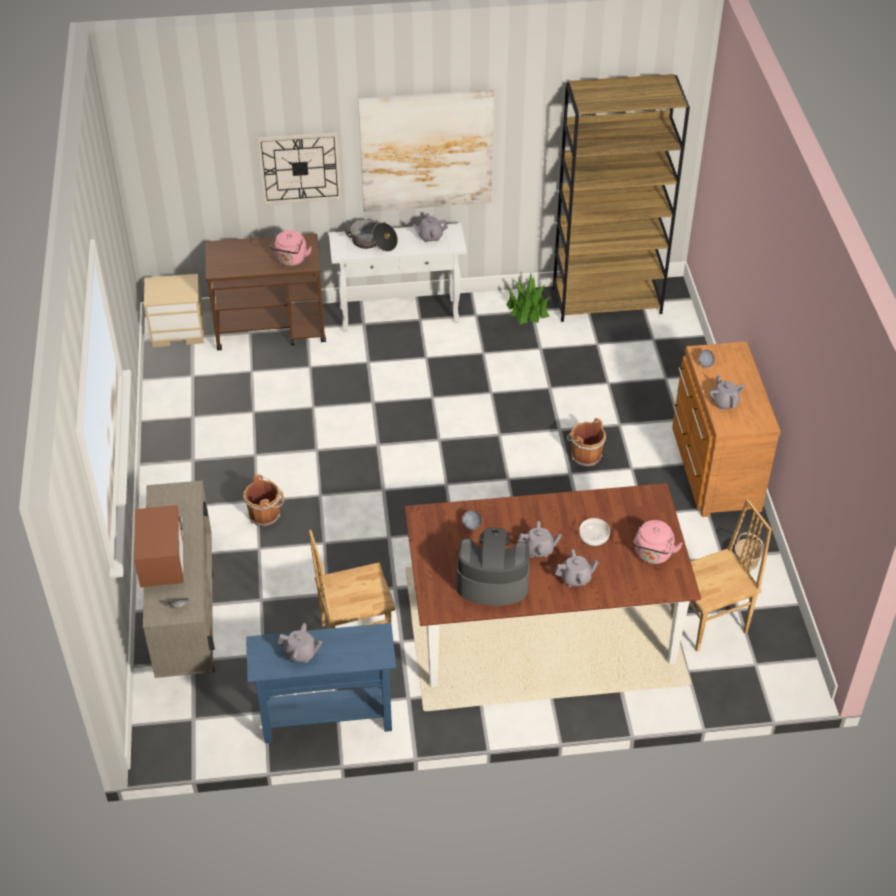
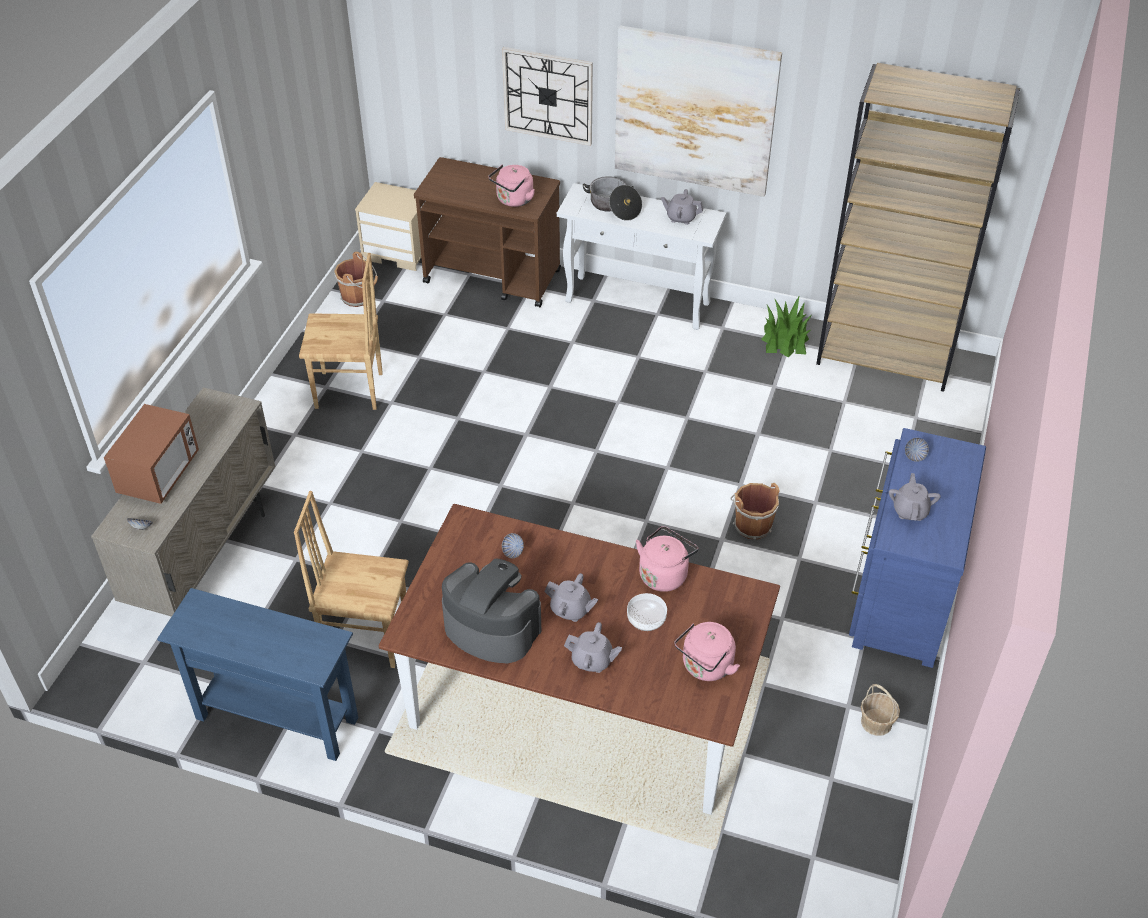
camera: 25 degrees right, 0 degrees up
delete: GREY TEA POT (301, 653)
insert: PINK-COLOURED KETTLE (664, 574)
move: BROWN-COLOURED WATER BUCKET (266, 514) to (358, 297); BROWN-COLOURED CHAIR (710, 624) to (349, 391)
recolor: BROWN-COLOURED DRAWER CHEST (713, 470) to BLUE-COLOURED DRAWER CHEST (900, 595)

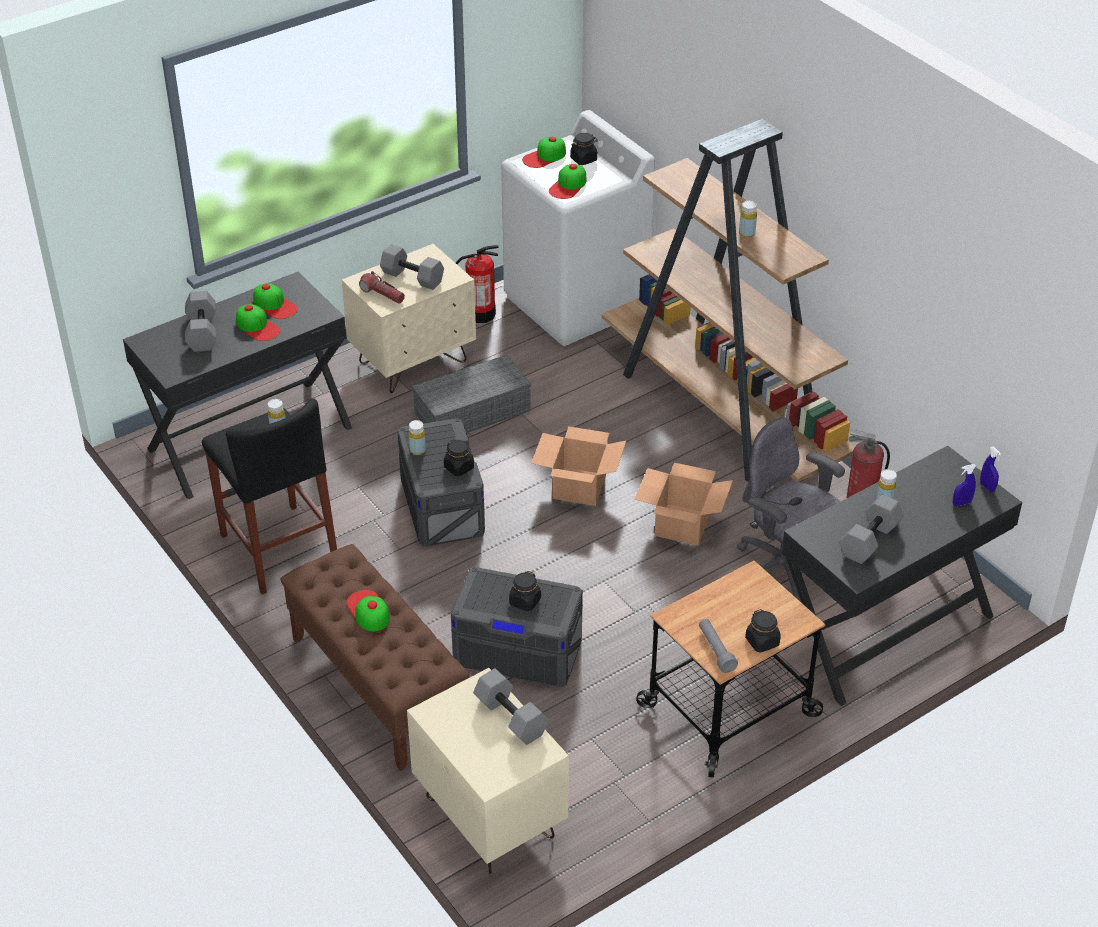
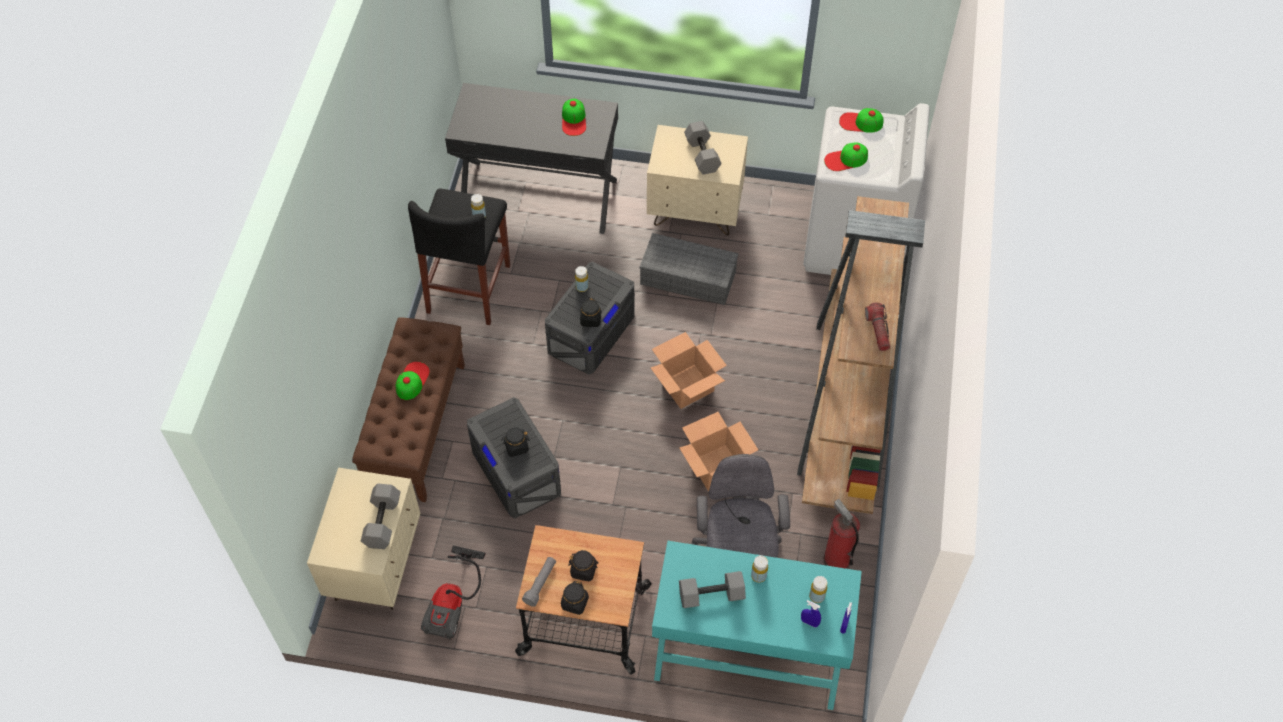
camera: 45 degrees right, 15 degrees up
delete: GREY DUMBBELL (201, 331); CAP (257, 326); FIRE EXTINGUISHER (480, 314)
insert: VACUUM CLEANER (454, 603)
move: HAND TORCH (382, 294) to (878, 330); BLACKISH PRESERVE JAR (583, 159) to (584, 570); YELLOW-COLOURED BOTTLE (747, 233) to (816, 596)
recolor: BLACKISH DESK TABLE (885, 630) to TURQUOISE-COLOURED DESK TABLE (748, 655)

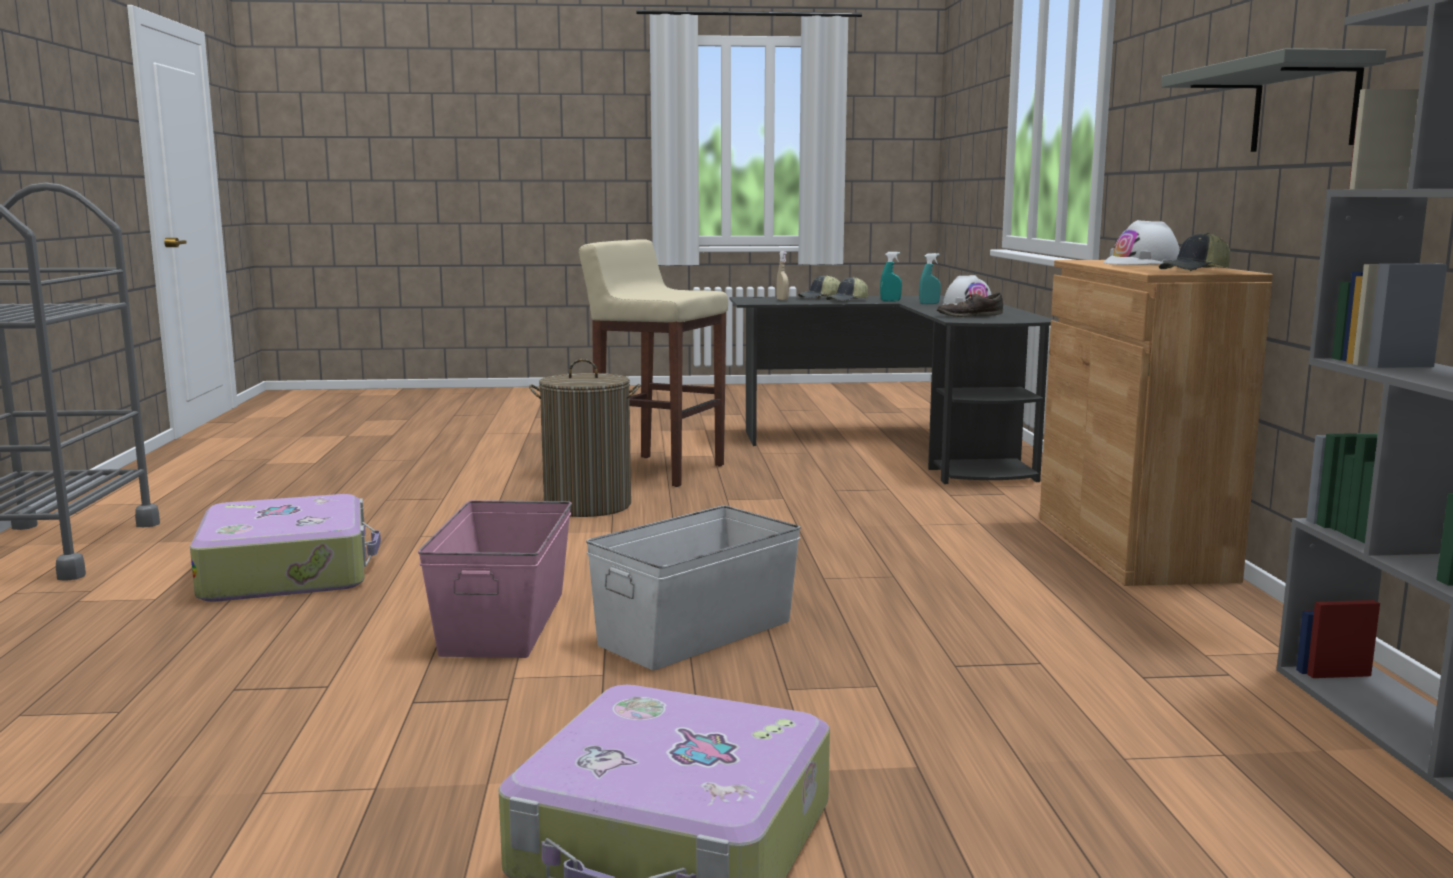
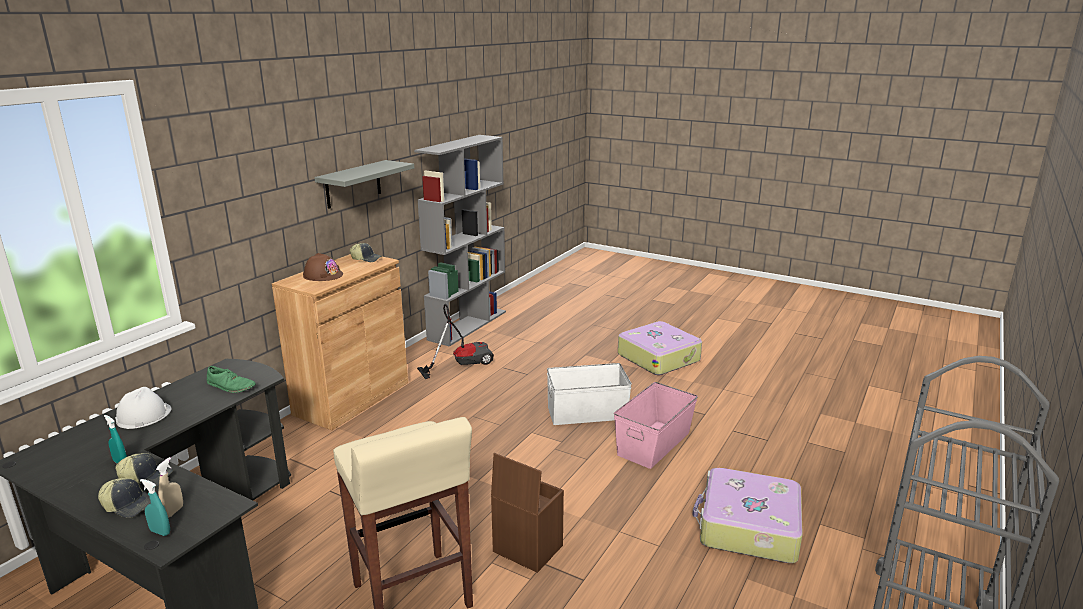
camera: 145 degrees left, 10 degrees up
insert: VACUUM CLEANER (461, 363)
move: TURQUOISE-COLOURED SPRAYER (929, 304) to (160, 532)
replace: HAMPER (588, 505) to BROWN-COLOURED STORAGE BIN (526, 549)
recolor: BROWN-COLOURED ITEM OF FOOTWEAR (969, 316) to GREENISH ITEM OF FOOTWEAR (231, 386); WHITE WORK HELMET (1142, 263) to BROWN-COLOURED WORK HELMET (323, 275)

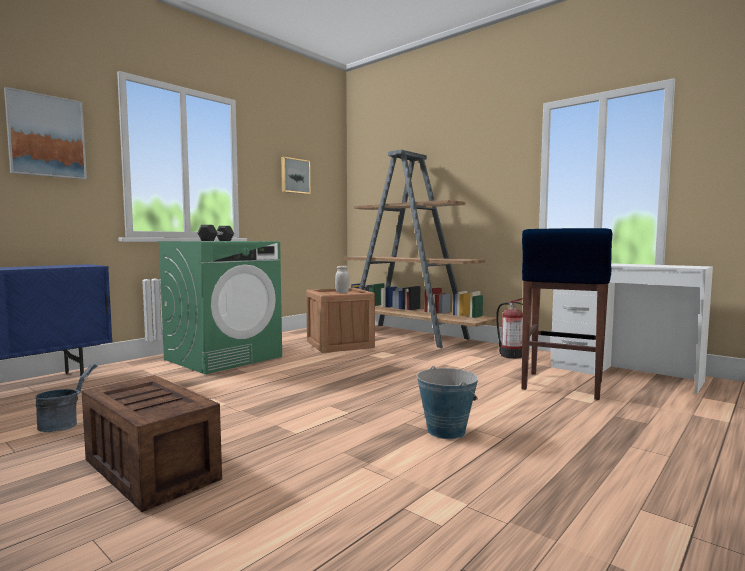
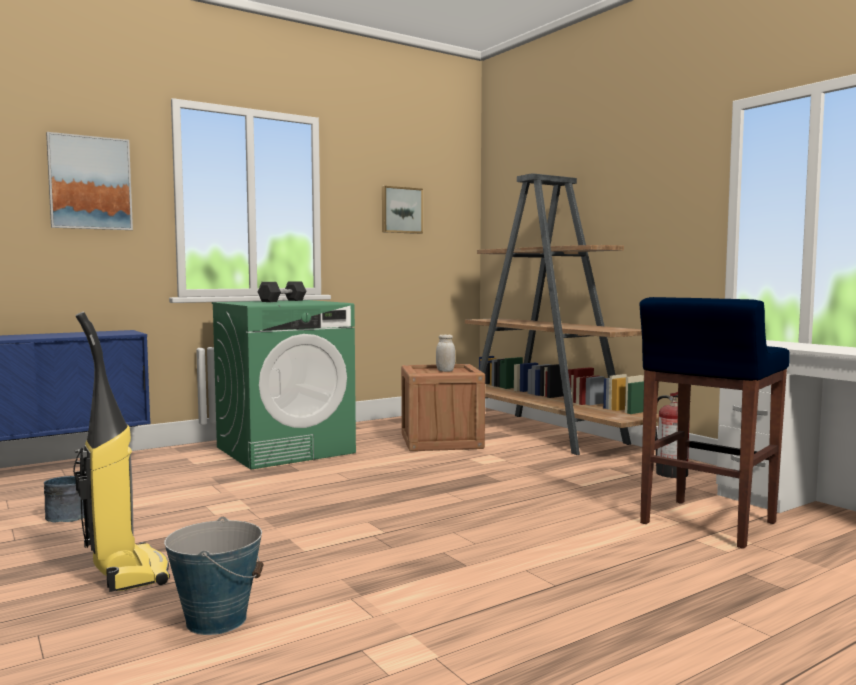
camera: 15 degrees right, 0 degrees up
move: WATER BUCKET (446, 431) to (216, 620)
replace: CRATE (149, 468) to VACUUM CLEANER (127, 572)

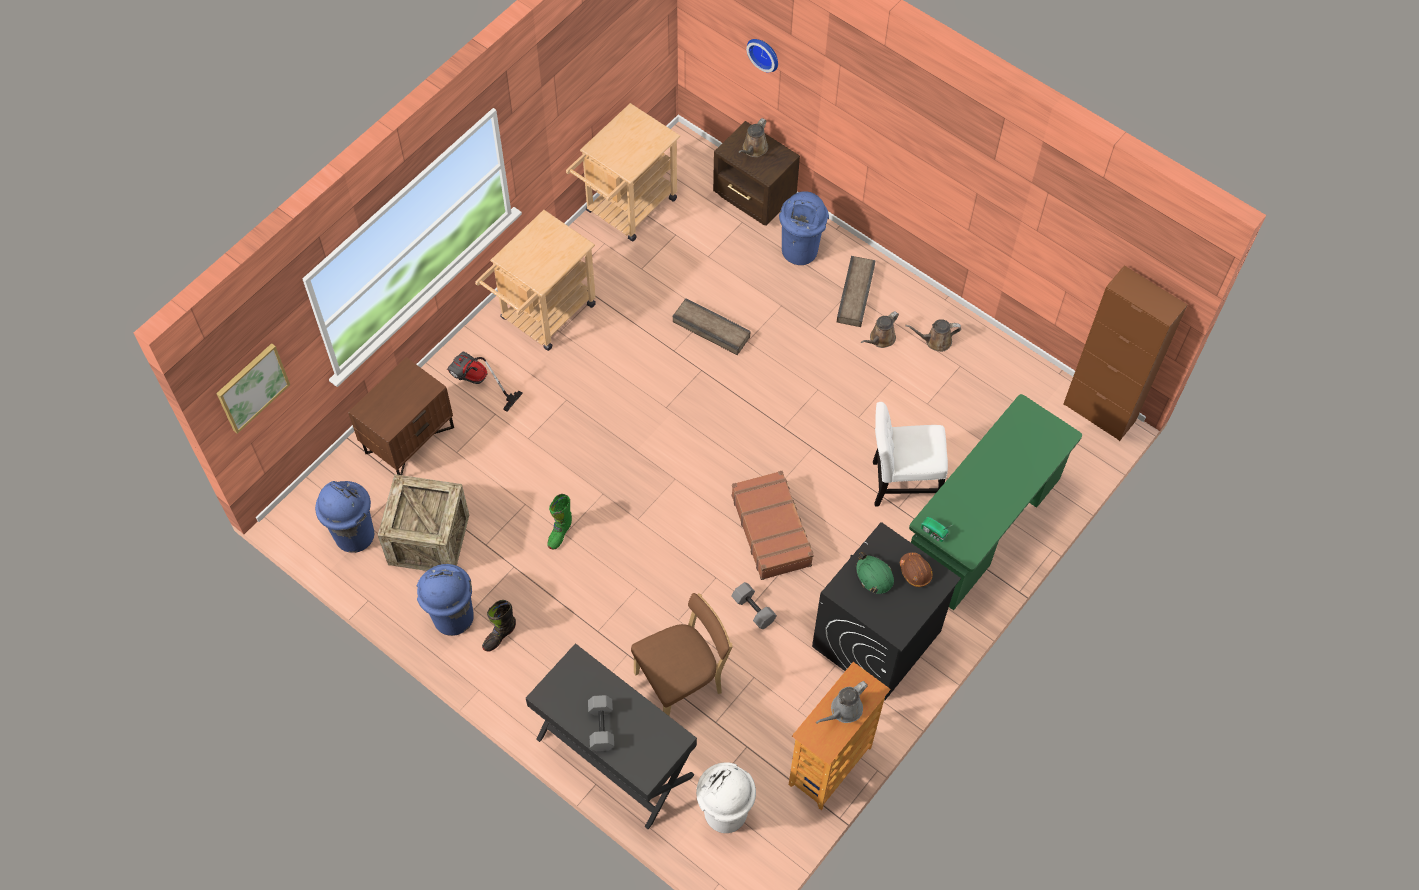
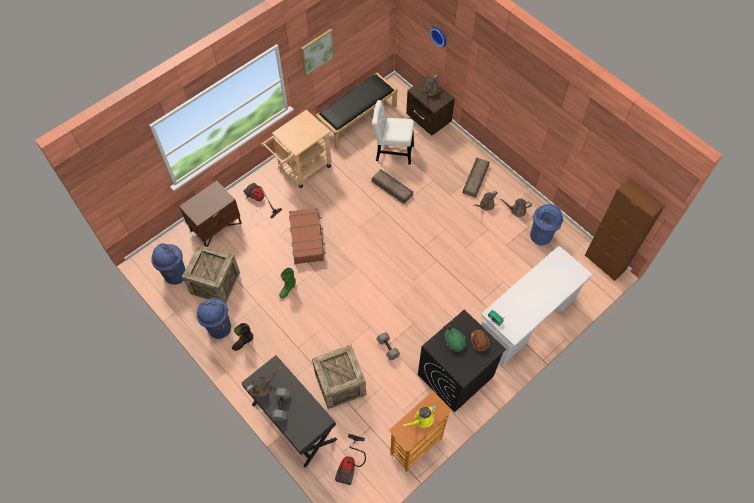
camera: 10 degrees right, 0 degrees up
insert: BROWN-COLOURED WATERING POT (262, 387)
move: WALL PICTURE (252, 387) to (317, 51); BROWN-COLOURED SUITCASE (772, 530) to (307, 239); BLUE-COLOURED TRASH CAN (800, 251) to (541, 236); WHITE CHAIR (902, 483) to (392, 152)
replace: SAND-COLOURED WHEELED CART (626, 210) to BLACKISH LONG SEAT (357, 118); BROWN-COLOURED CHAIR (682, 681) to CRATE (340, 384); WHITE TRASH CAN (724, 813) to VACUUM CLEANER (350, 465)
recolor: GREY WATERING POT (844, 710) to YELLOW-COLOURED WATERING POT (422, 419); GREENISH DESK TABLE (982, 527) to WHITE DESK TABLE (527, 319)

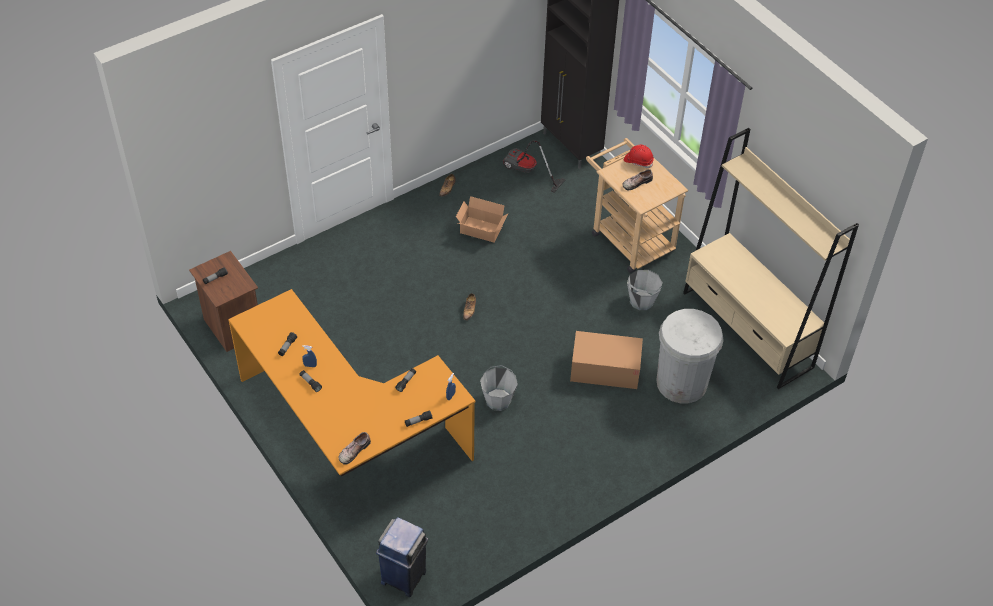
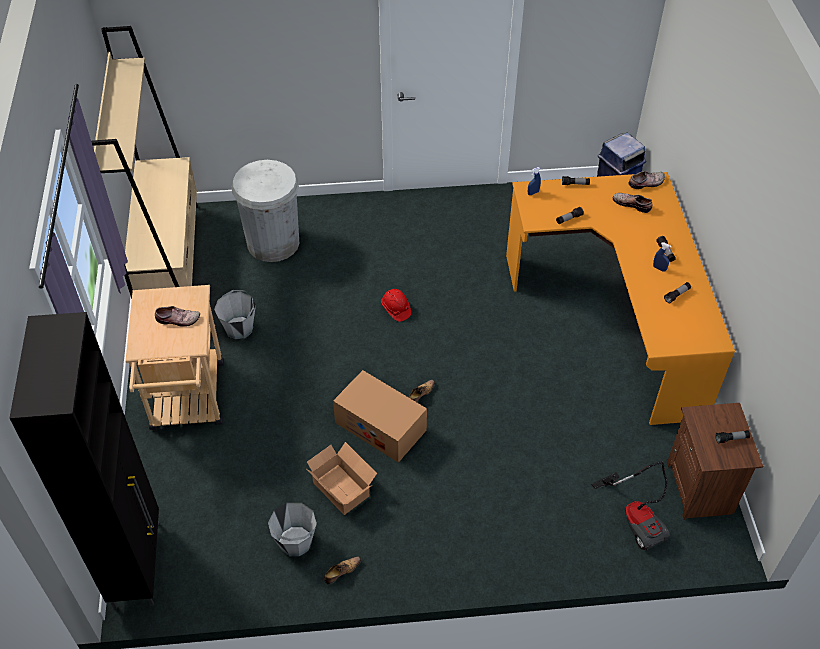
camera: 150 degrees left, 0 degrees up
insert: ITEM OF FOOTWEAR (632, 204)
move: GREY WATER BUCKET (498, 400) to (295, 542); VACUUM CLEANER (526, 172) to (637, 518); PACKING BOX (605, 369) to (380, 426); REDDISH WORK HELMET (638, 161) to (396, 309)

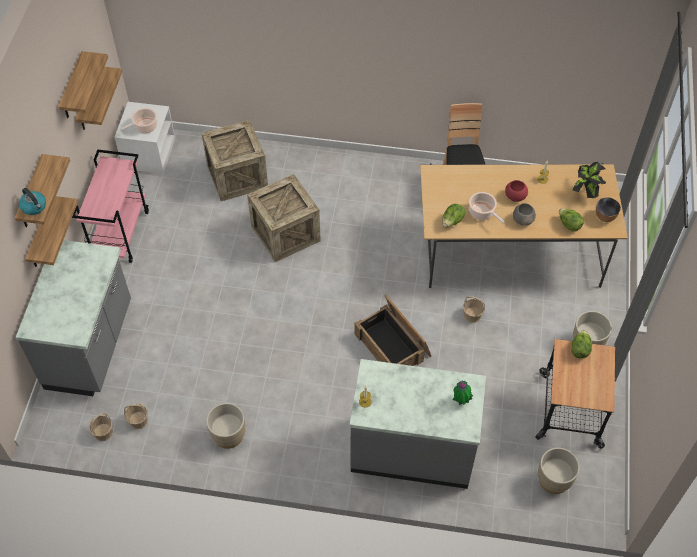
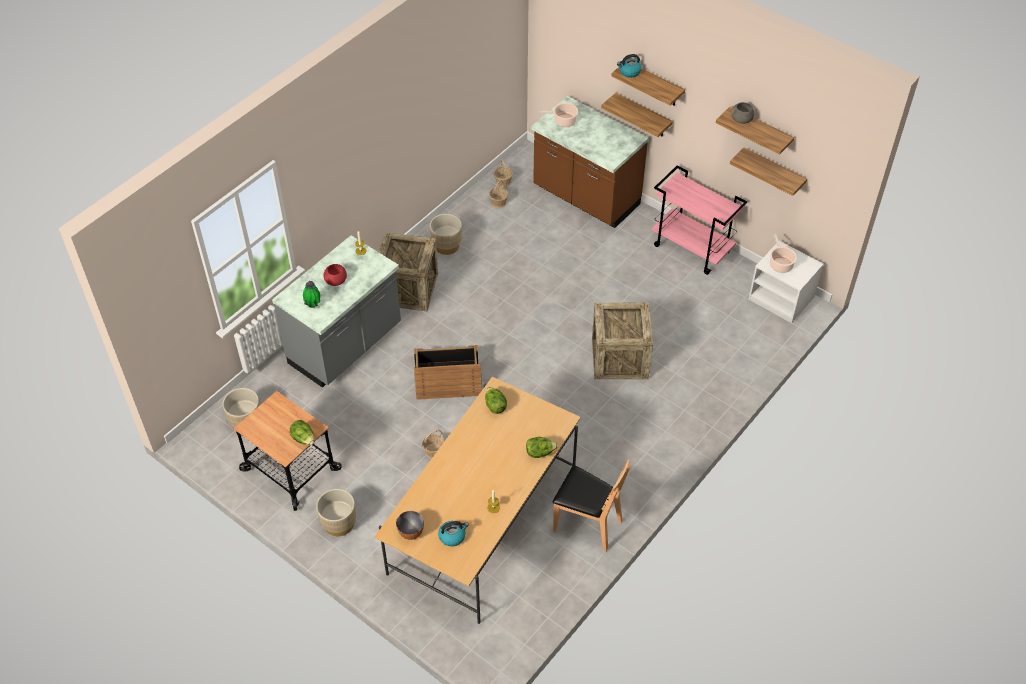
camera: 120 degrees right, 5 degrees down
move: CRATE (237, 176) to (407, 289); COOKING POT (482, 213) to (563, 121); REDDISH SERVING BOWL (515, 196) to (336, 280); GREY SERVING BOWL (523, 219) to (741, 120); LETTUCE (569, 225) to (540, 452)
replace: POTTED PLANT (586, 191) to KETTLE (452, 536)
recolor: GREY KITCHEN BASE UNIT (91, 346) to BROWN-COLOURED KITCHEN BASE UNIT (585, 198)

